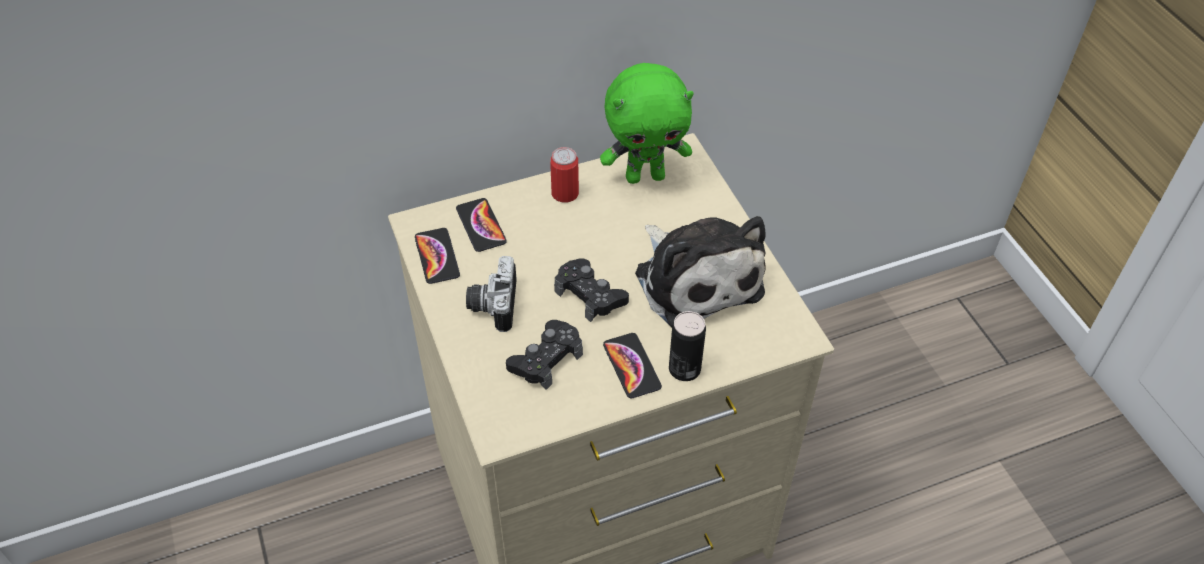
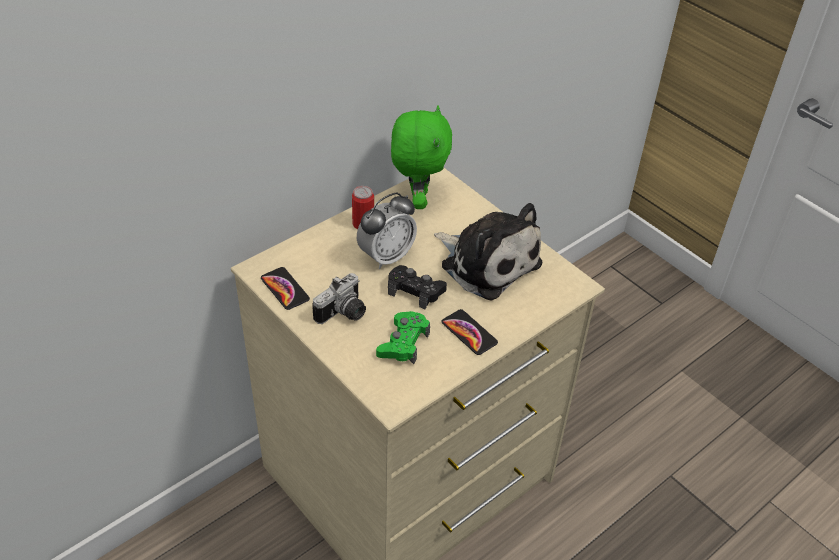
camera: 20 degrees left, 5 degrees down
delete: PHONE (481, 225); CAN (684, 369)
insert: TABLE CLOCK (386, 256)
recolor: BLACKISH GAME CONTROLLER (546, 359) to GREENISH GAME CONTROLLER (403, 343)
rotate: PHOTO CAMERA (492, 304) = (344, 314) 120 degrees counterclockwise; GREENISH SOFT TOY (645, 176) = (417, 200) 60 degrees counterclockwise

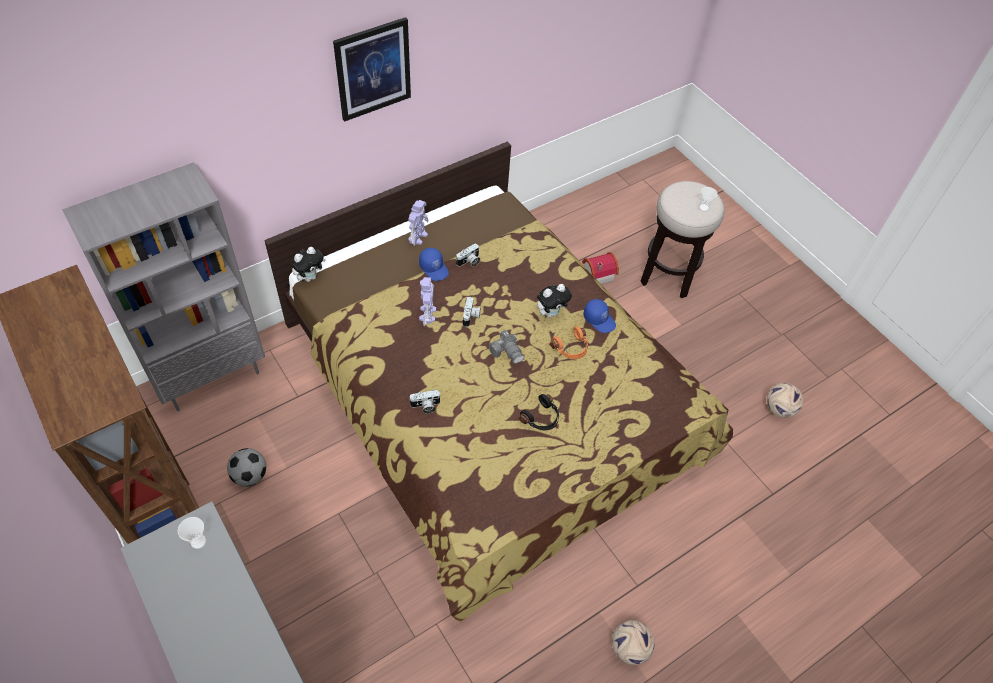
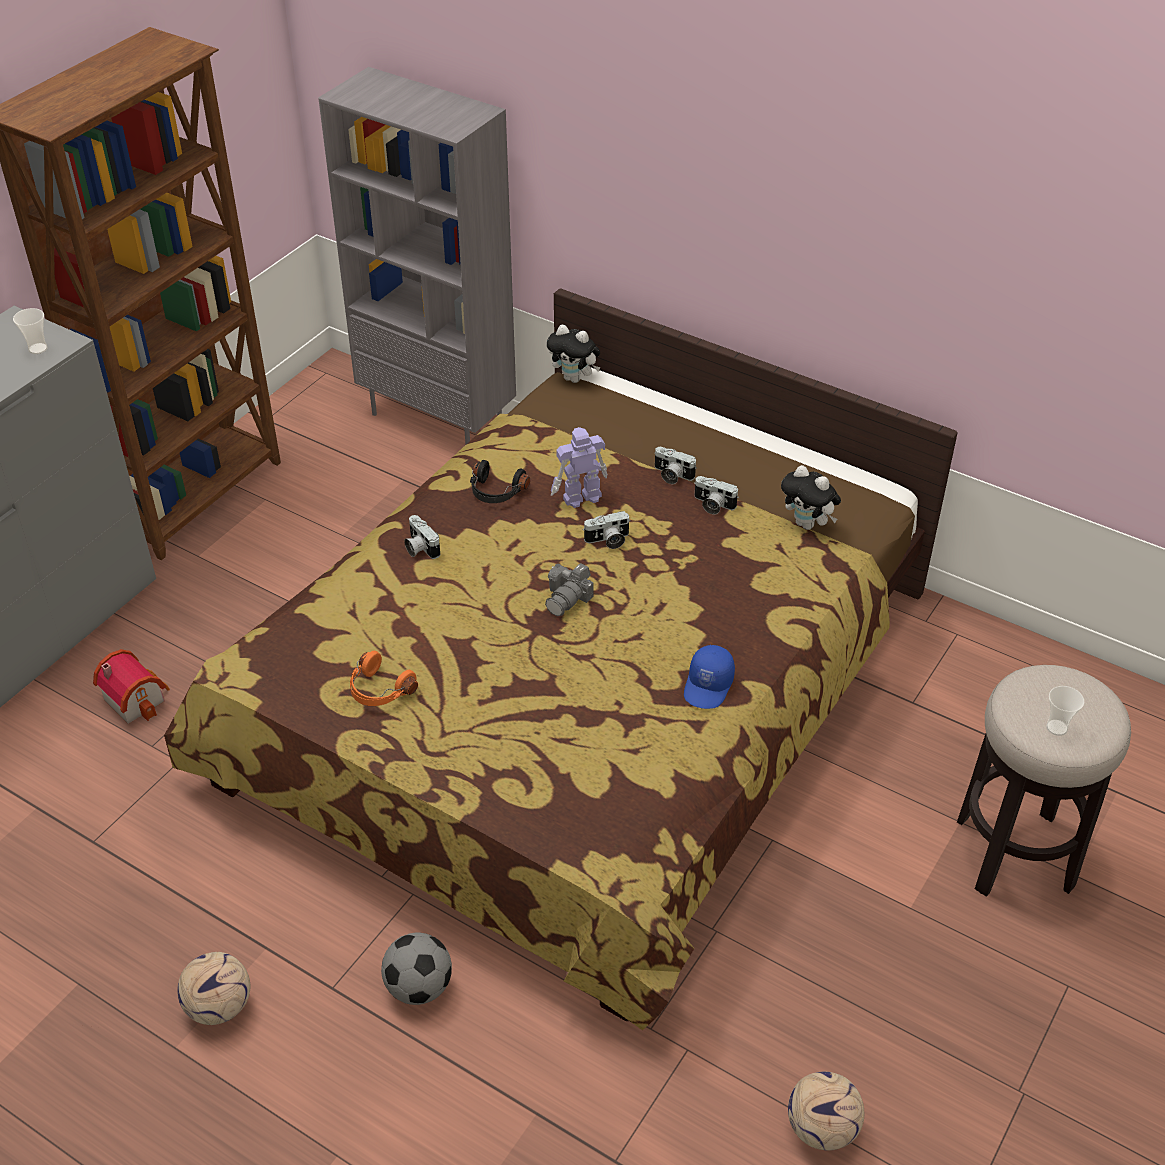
camera: 70 degrees right, 10 degrees down
delete: WALL PICTURE (373, 69); TOY ROBOT (418, 236)
move: FOOTBALL BALL (250, 475) to (419, 987); BLACKISH HEADSET (541, 418) to (496, 492); SOFT TOY (551, 312) to (808, 524); ORANGEY HEADSET (571, 348) to (379, 690); TOY HOUSE (596, 274) to (137, 698)
replace: BLUE-COLOURED CAP (434, 268) to PHOTO CAMERA (671, 475)

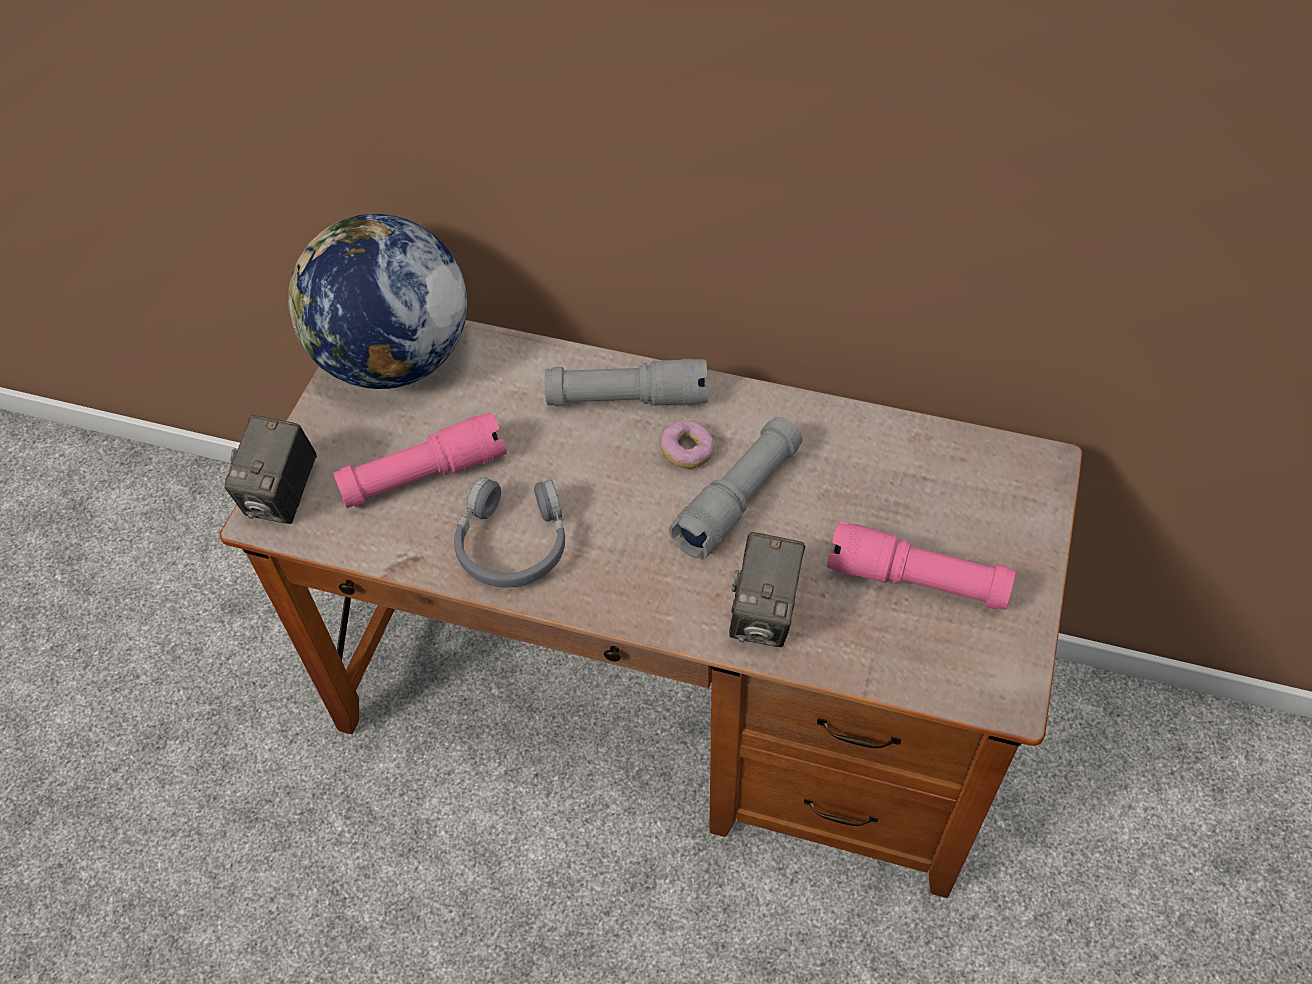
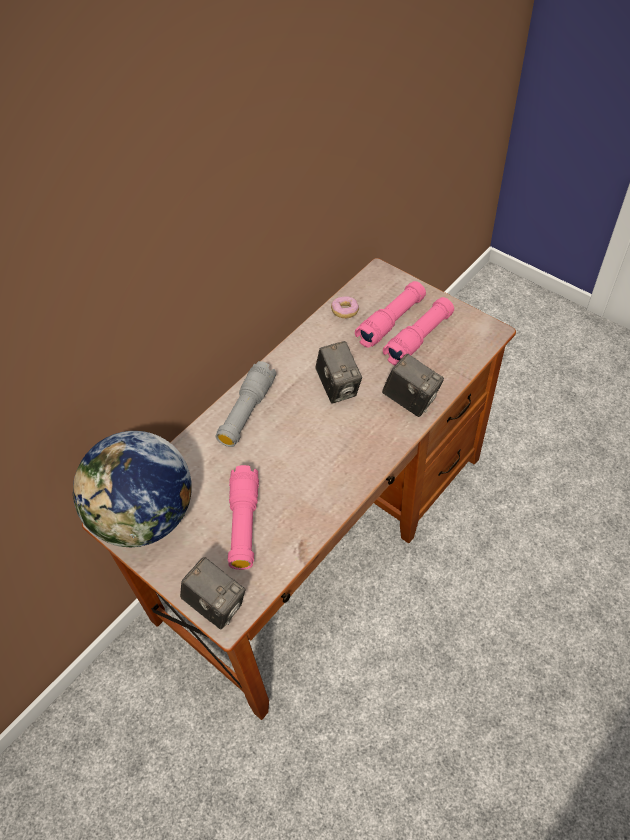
camera: 65 degrees left, 0 degrees up
delete: GREY HEADSET (513, 543)
insert: PINK-COLOURED HAND TORCH (391, 321)
move: DONUT (687, 452) to (345, 311)
replace: GREY HAND TORCH (738, 499) to PHOTO CAMERA (338, 387)

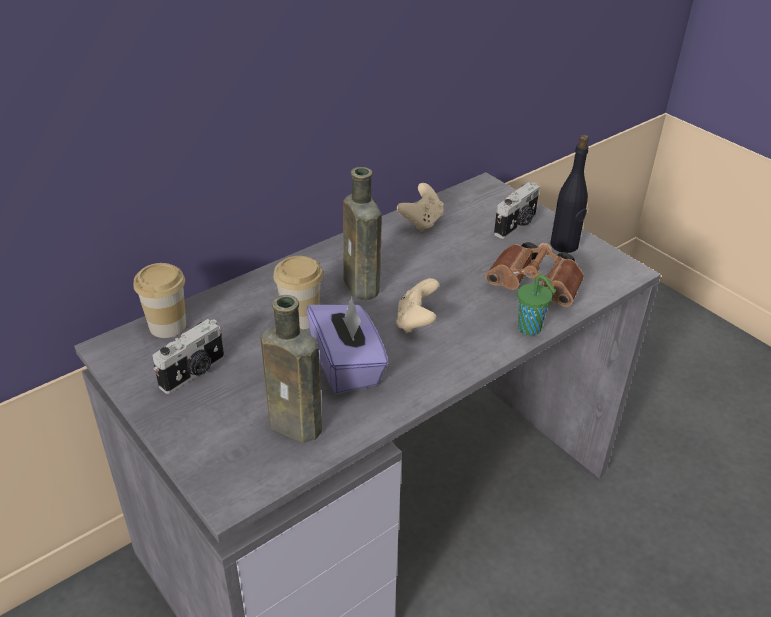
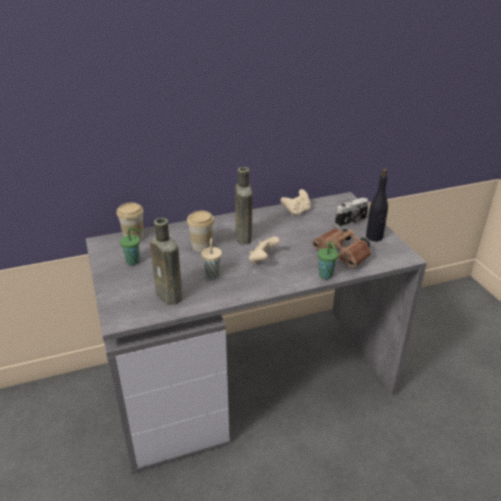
camera: 20 degrees right, 5 degrees down
replace: PHOTO CAMERA (194, 373) to GREENISH DRINKING CUP (134, 261); PURPLISH TISSUE BOX (347, 366) to SAND-COLOURED DRINKING CUP (212, 273)

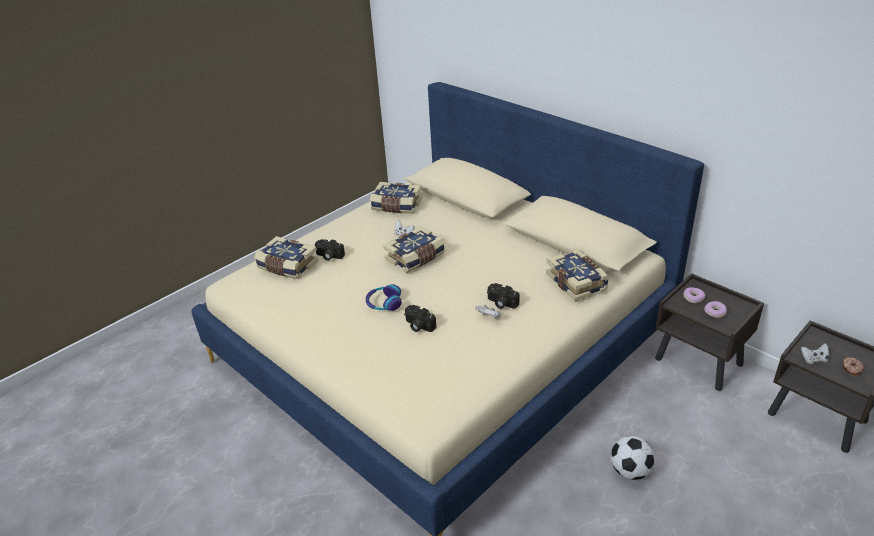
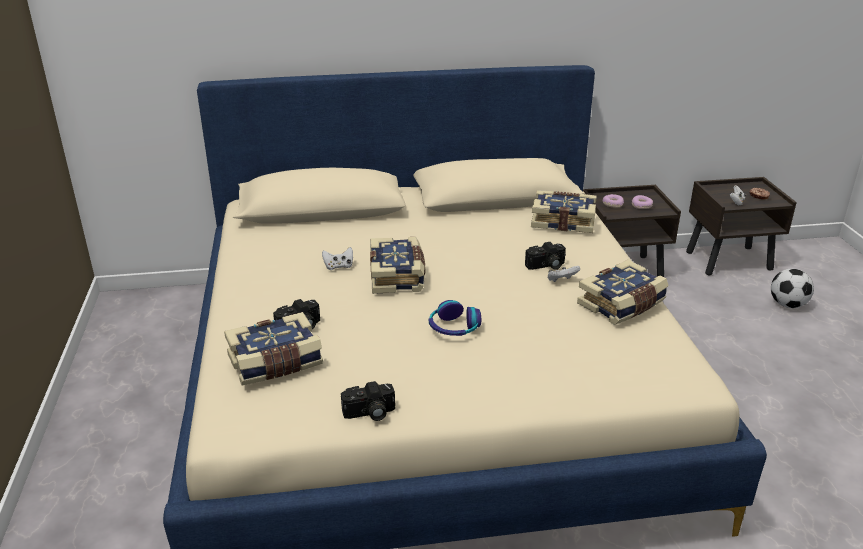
camera: 55 degrees left, 5 degrees down
move: BOOK (396, 206) to (622, 305); PHOTO CAMERA (418, 326) to (369, 413); FOOTBALL BALL (630, 471) to (787, 305)

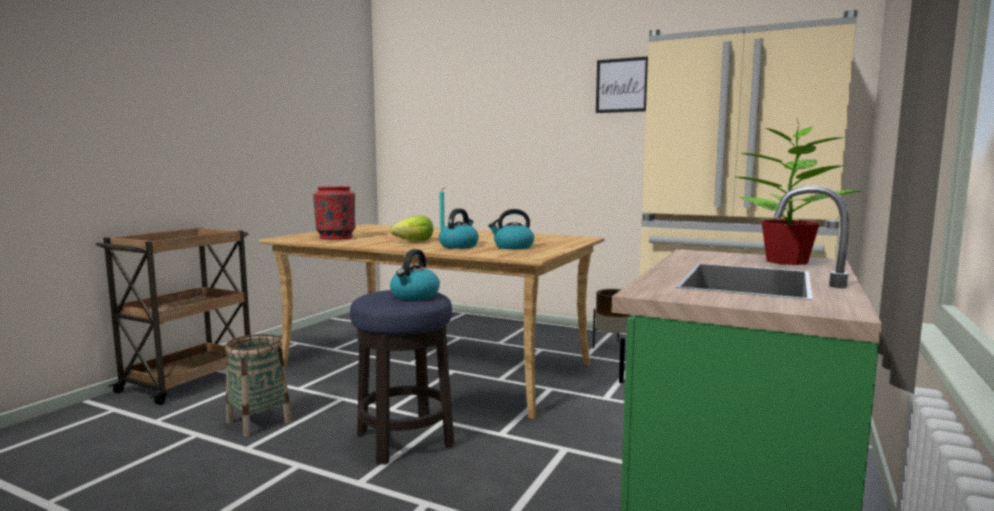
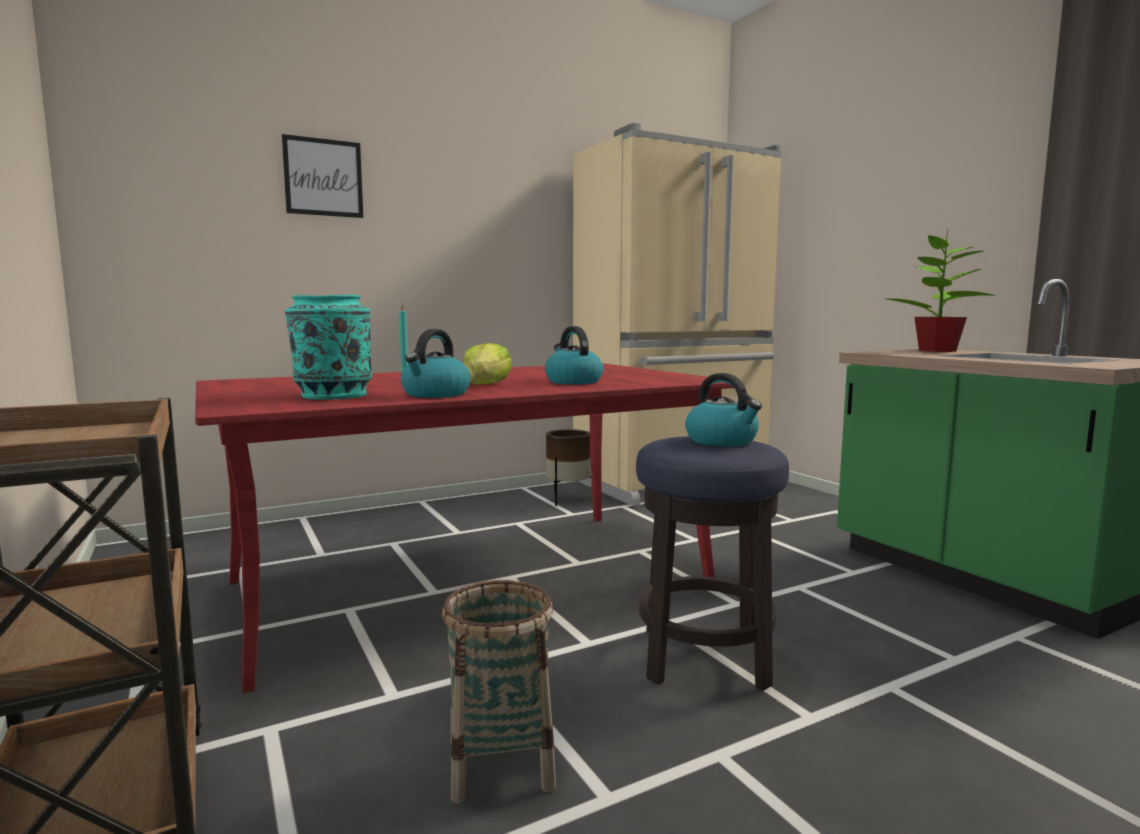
camera: 55 degrees left, 0 degrees up
move: KETTLE (513, 247) to (435, 394); WALL PICTURE (622, 85) to (323, 177)
recolor: SAND-COLOURED KITCHEN TABLE (436, 365) to REDDISH KITCHEN TABLE (473, 580); REDDISH DECORATIVE VASE (336, 237) to TURQUOISE-COLOURED DECORATIVE VASE (332, 395)

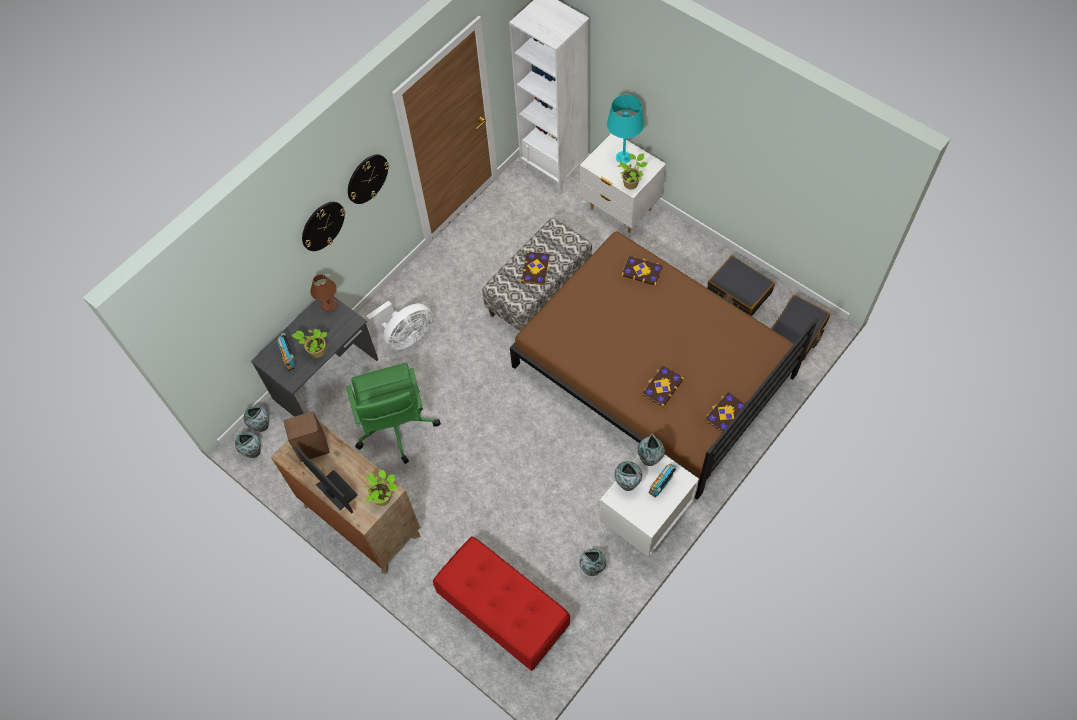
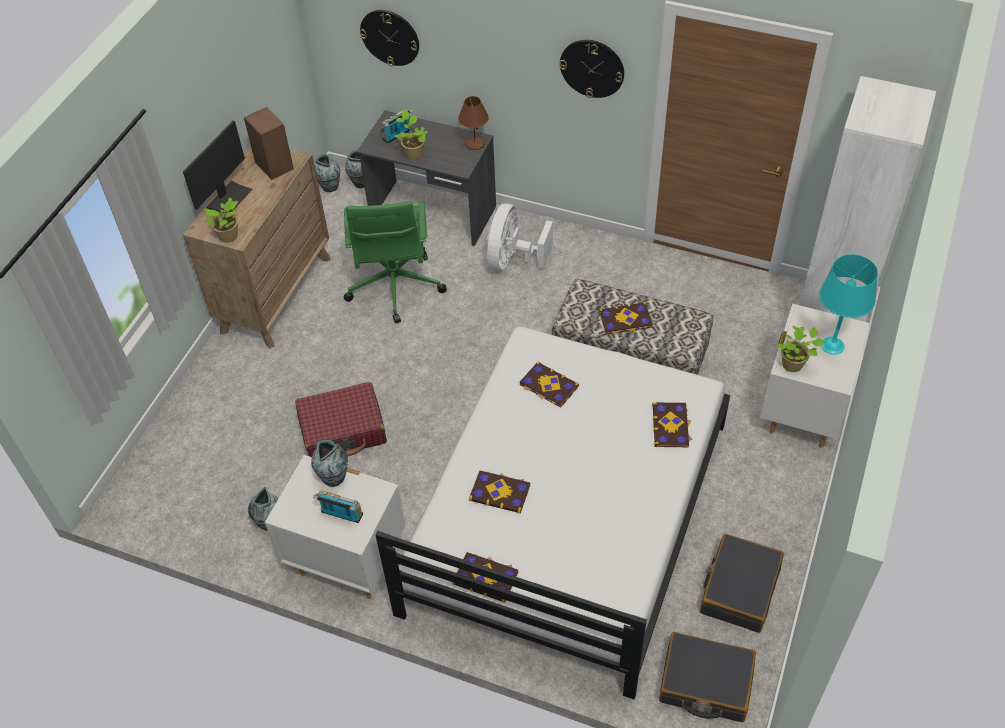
camera: 70 degrees right, 10 degrees down
delete: REDDISH LONG SEAT (503, 613); DECORATIVE VASE (649, 459)
insert: REDDISH SUITCASE (343, 429); BOOK (548, 386)
move: WALL CLOCK (322, 225) to (390, 37)
recolor: BROWN-COLOURED BEDROOM BED (653, 371) to WHITE BEDROOM BED (565, 516)
rotate: GREENISH OFFICE CHAIR (396, 427) = (394, 287) 60 degrees counterclockwise; WHITE ELECTRIC FAN (405, 337) = (512, 260) 75 degrees clockwise

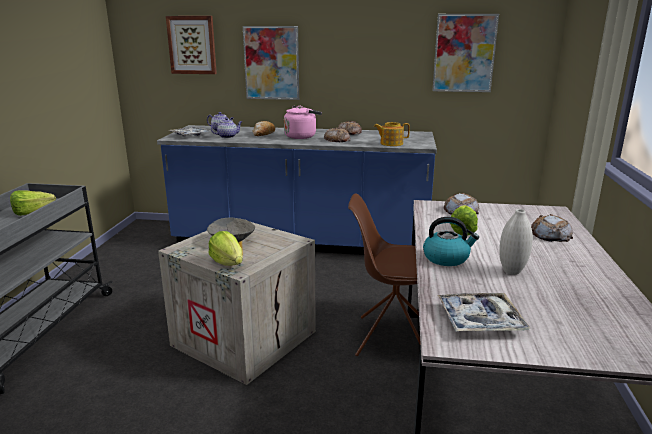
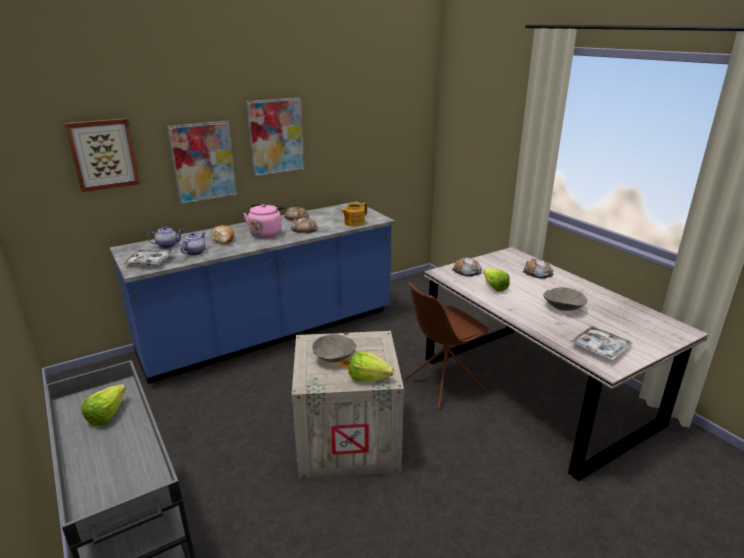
camera: 40 degrees left, 5 degrees up
delete: KETTLE (446, 258)
move: WALL PICTURE (464, 53) to (276, 136)
replace: WHITE DECORATIVE VASE (511, 271) to GREY SERVING BOWL (562, 308)

